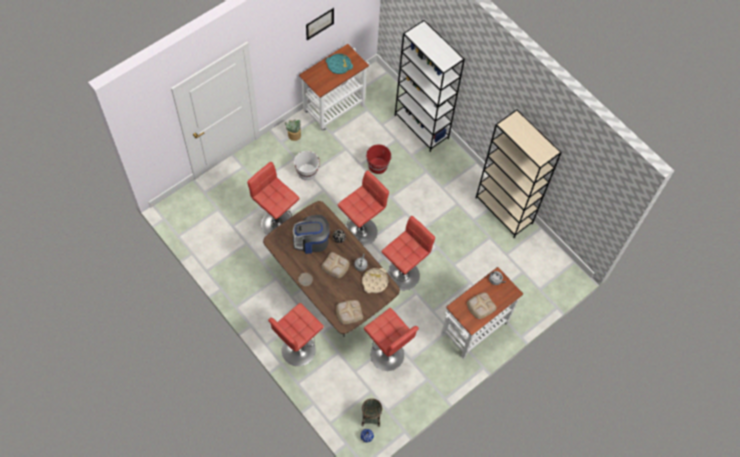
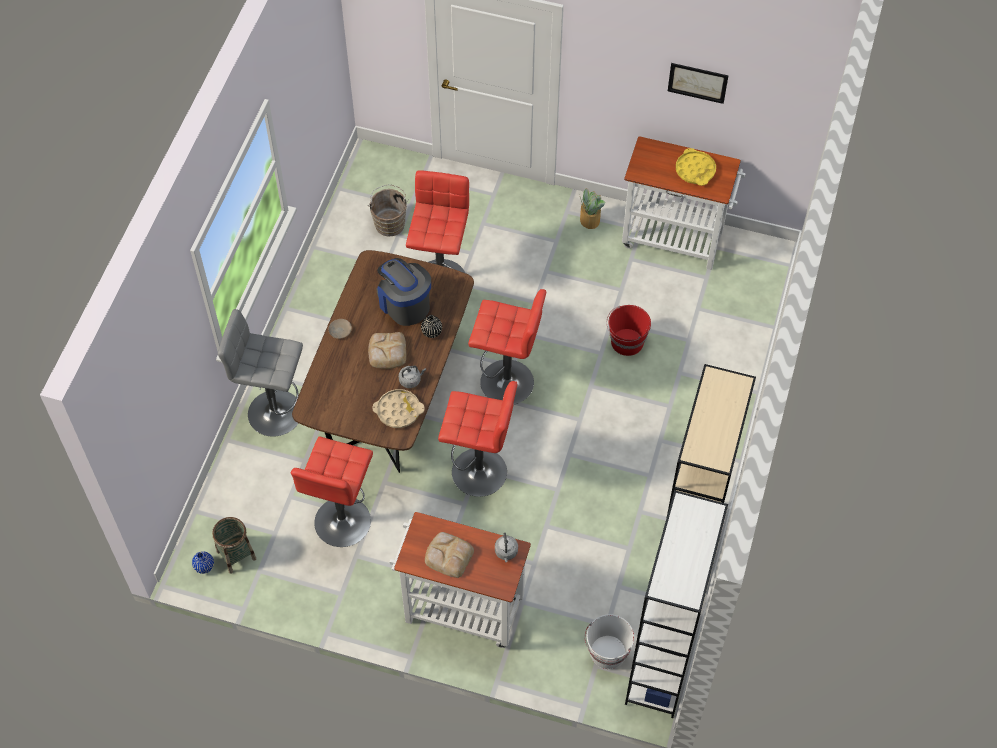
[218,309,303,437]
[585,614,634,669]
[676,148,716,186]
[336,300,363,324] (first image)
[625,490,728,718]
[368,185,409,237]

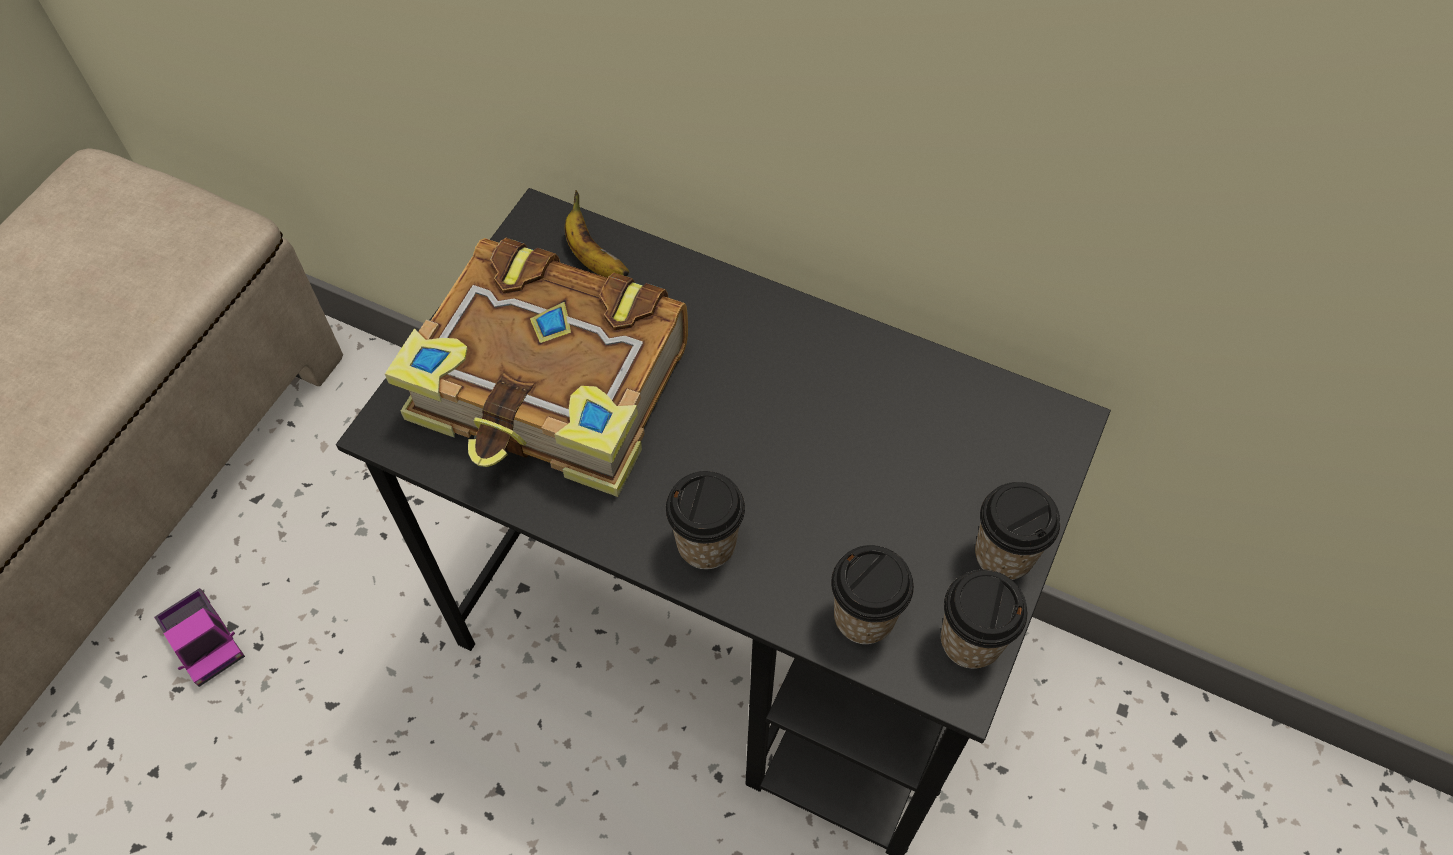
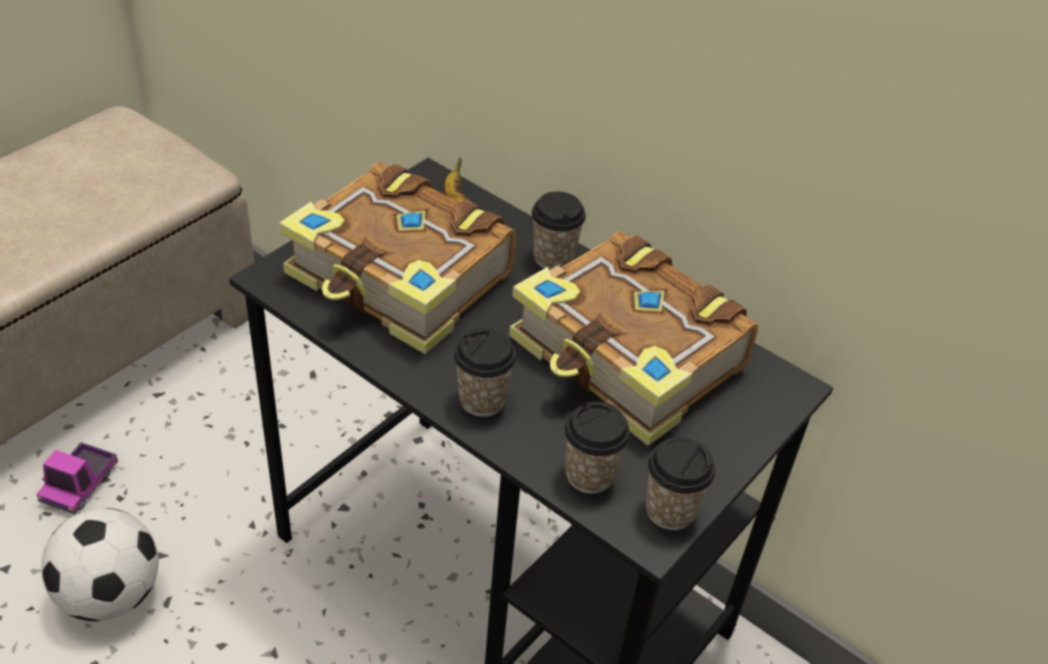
[36,442,118,514]
[532,191,586,270]
[41,508,159,621]
[509,231,758,446]

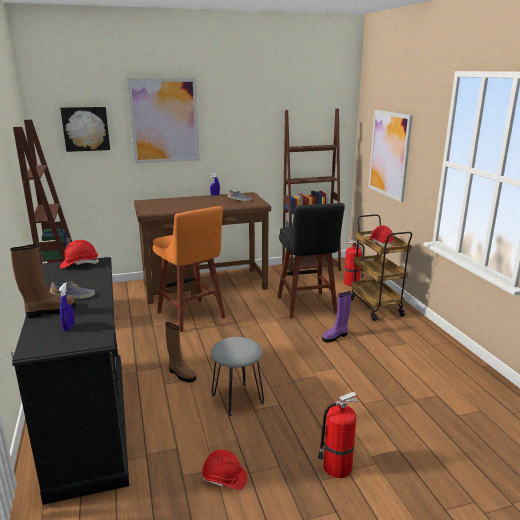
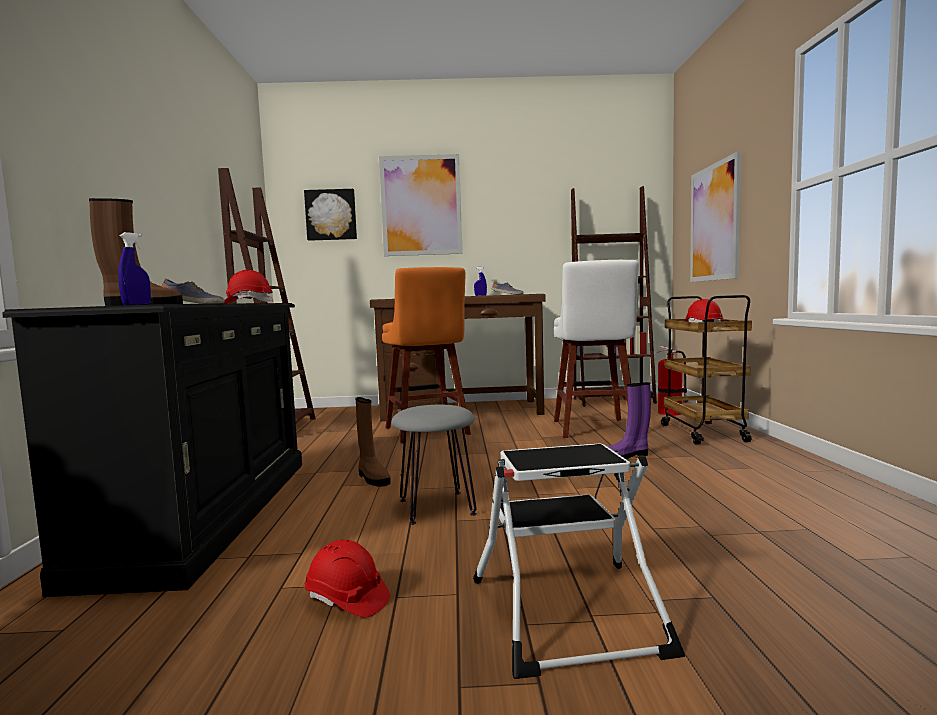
[554,260,639,438]
[473,444,685,679]

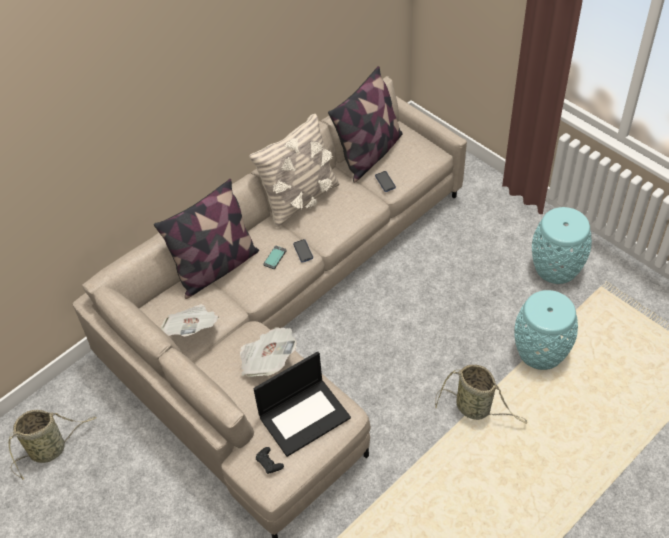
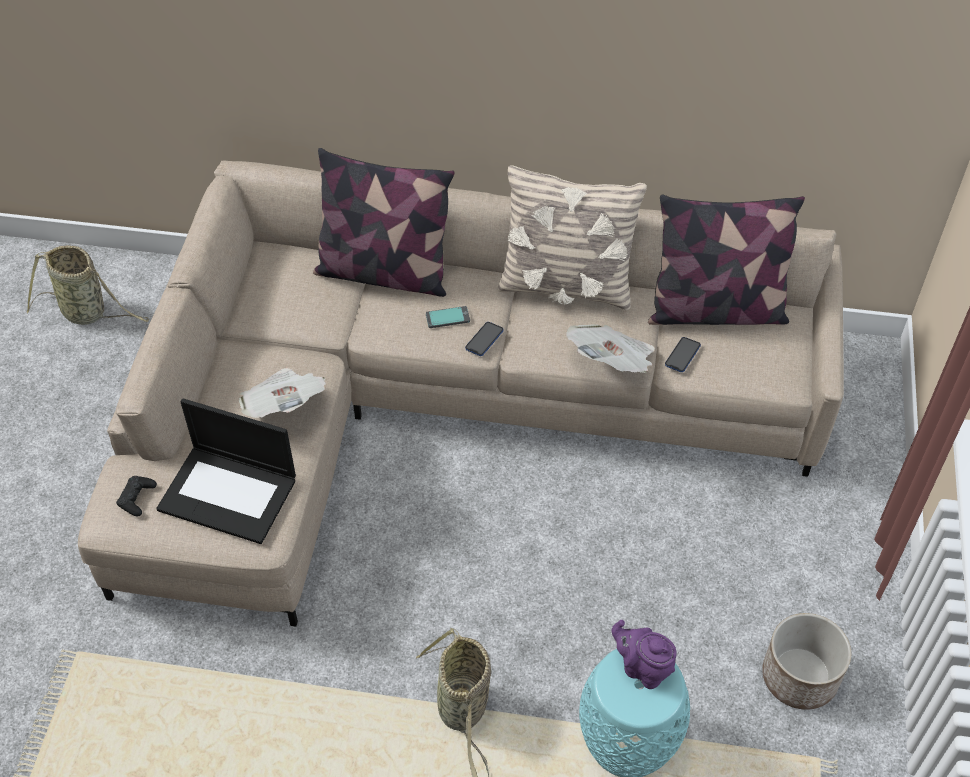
[566,324,655,373]
[762,613,851,710]
[612,620,677,689]

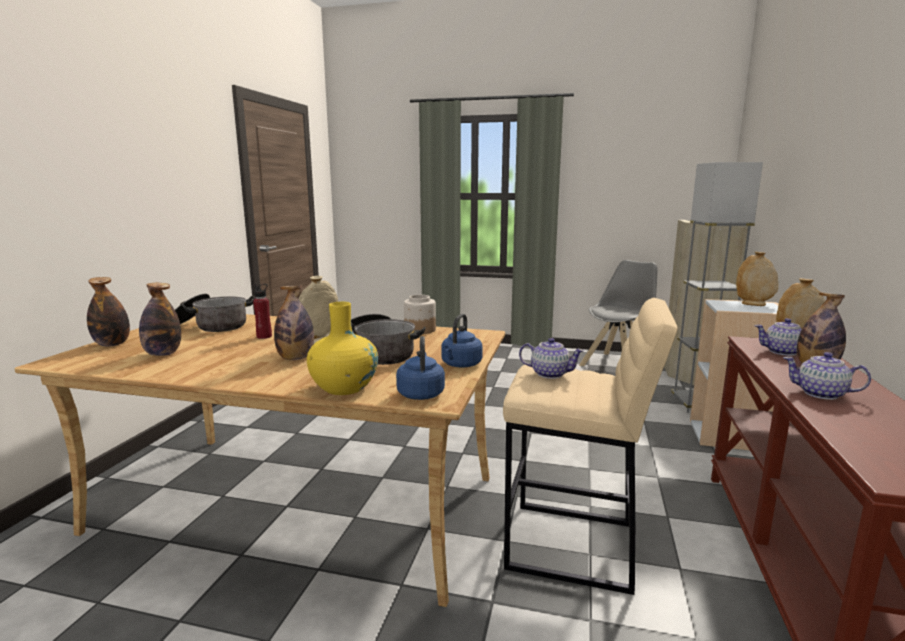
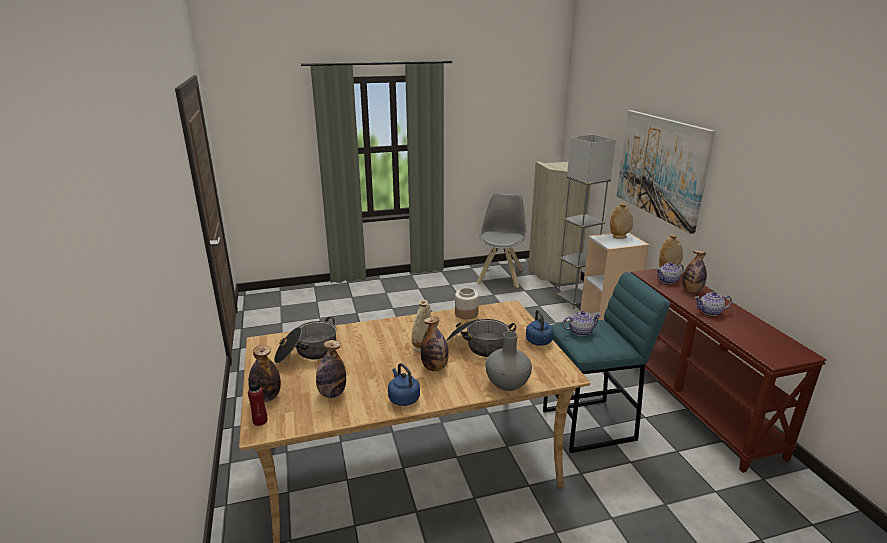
[248,376,268,426]
[486,331,532,391]
[388,363,420,406]
[543,272,670,453]
[616,110,715,234]

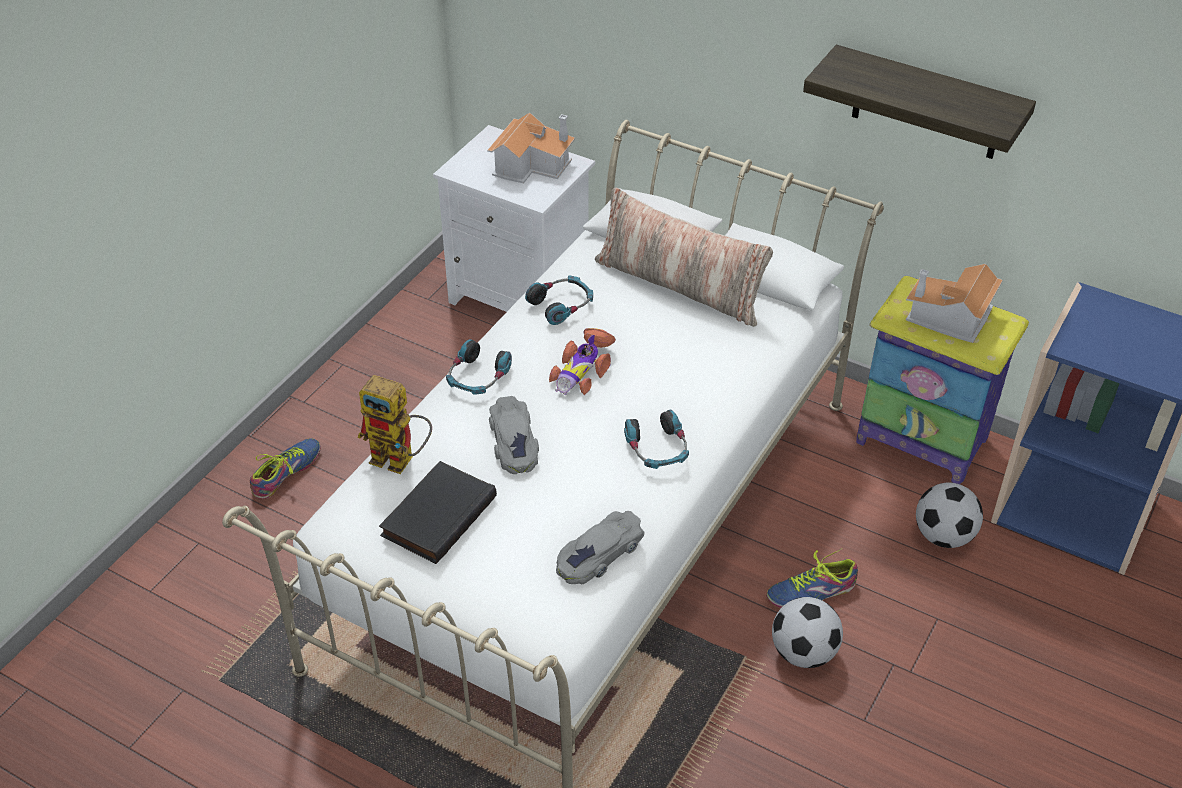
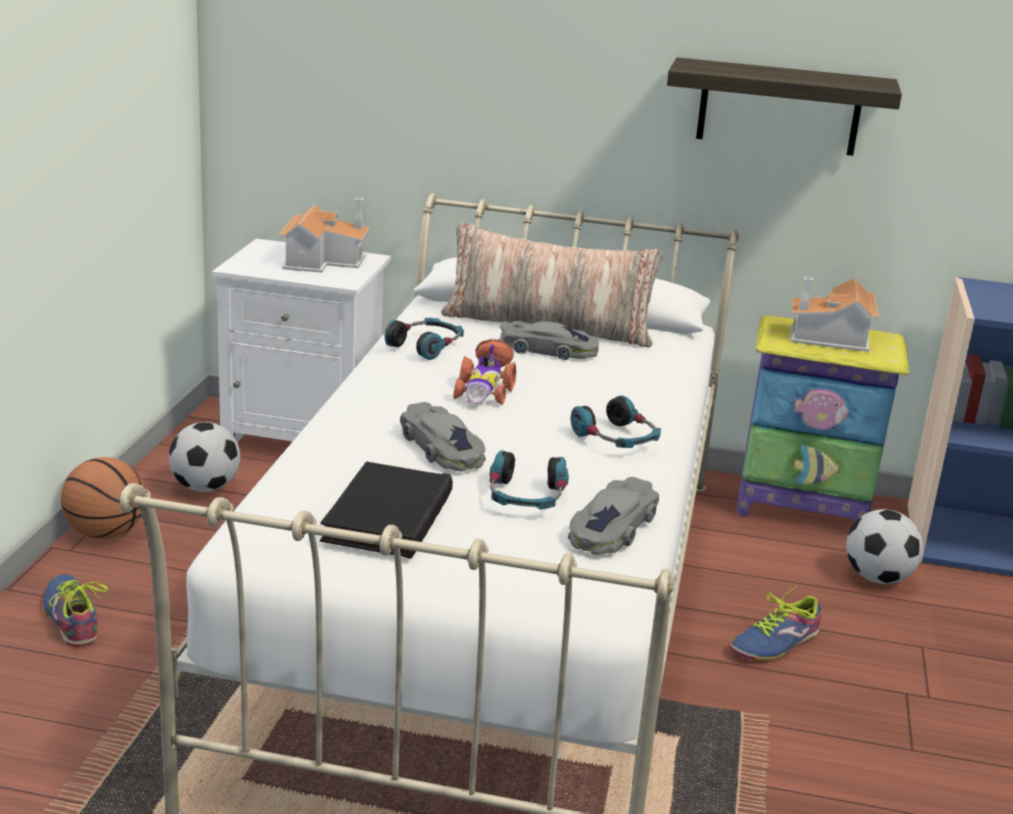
[43,574,108,647]
[358,375,432,474] (first image)
[490,450,569,510]
[169,422,240,492]
[61,457,145,539]
[499,321,599,360]

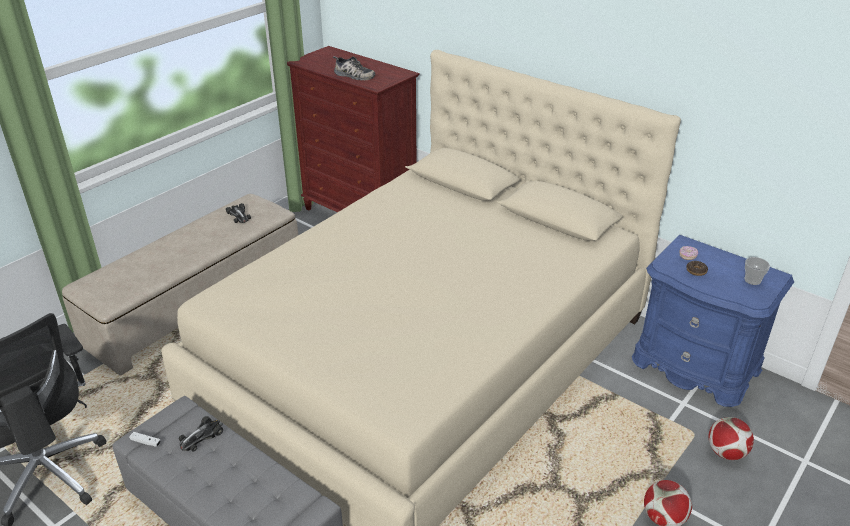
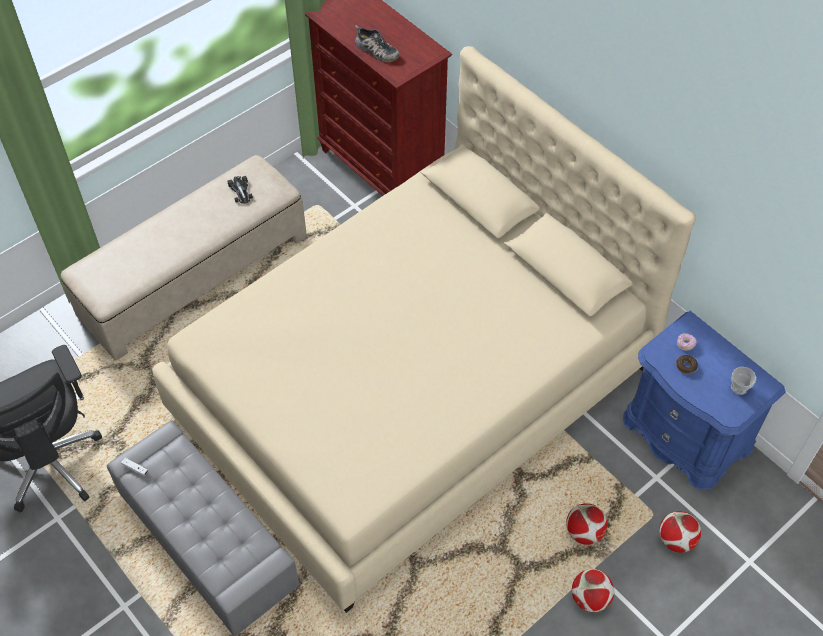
[179,416,223,451] (first image)
[566,503,607,545]

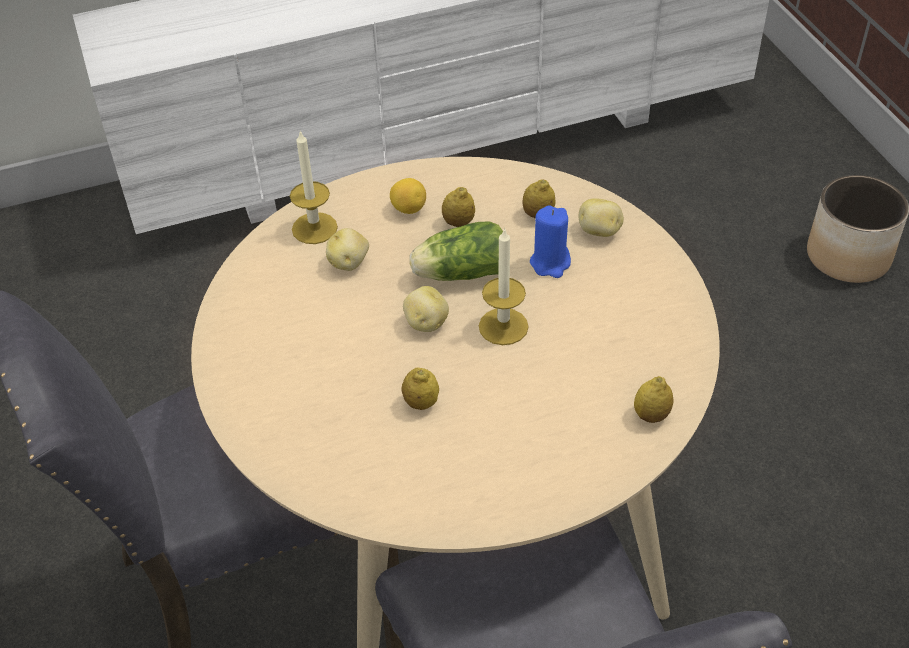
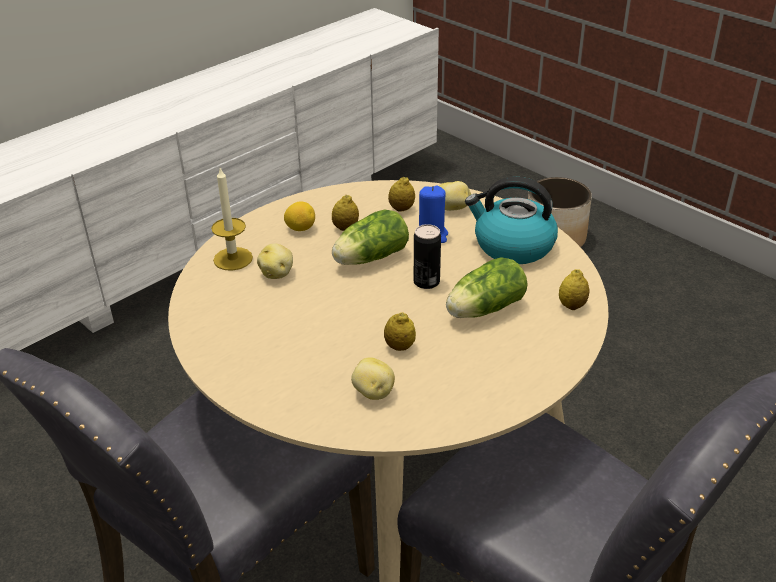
[351,357,395,400]
[414,224,441,289]
[446,257,528,318]
[465,176,558,264]

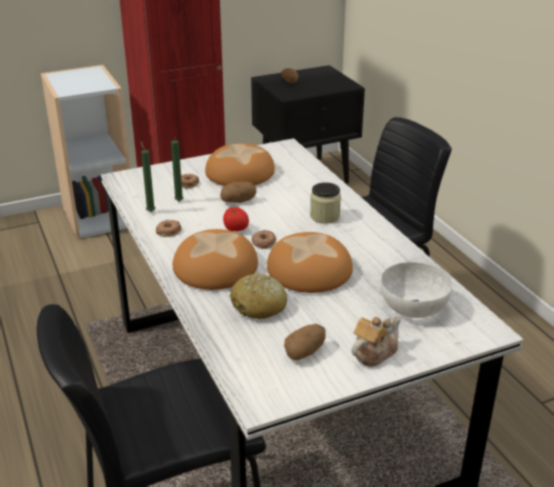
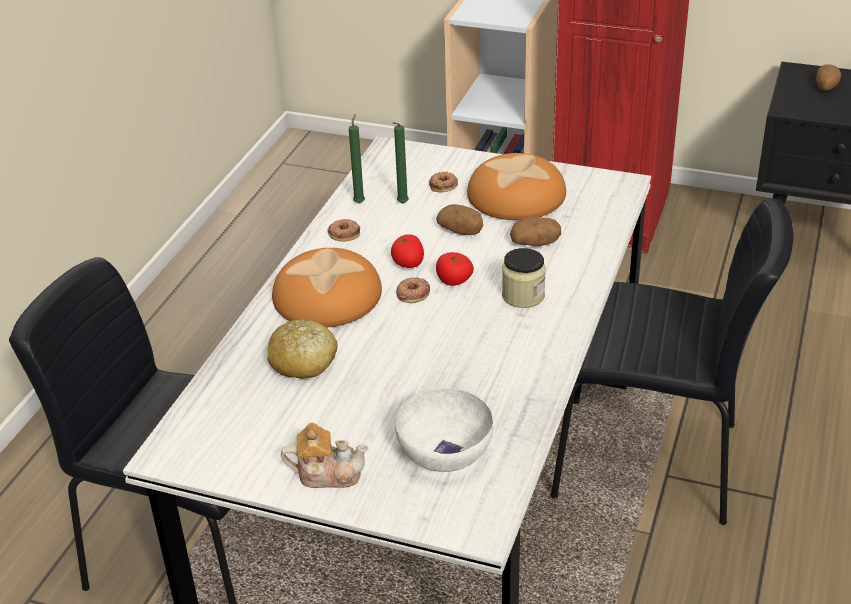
[267,232,353,293] (first image)
[510,217,561,246]
[436,252,474,286]

